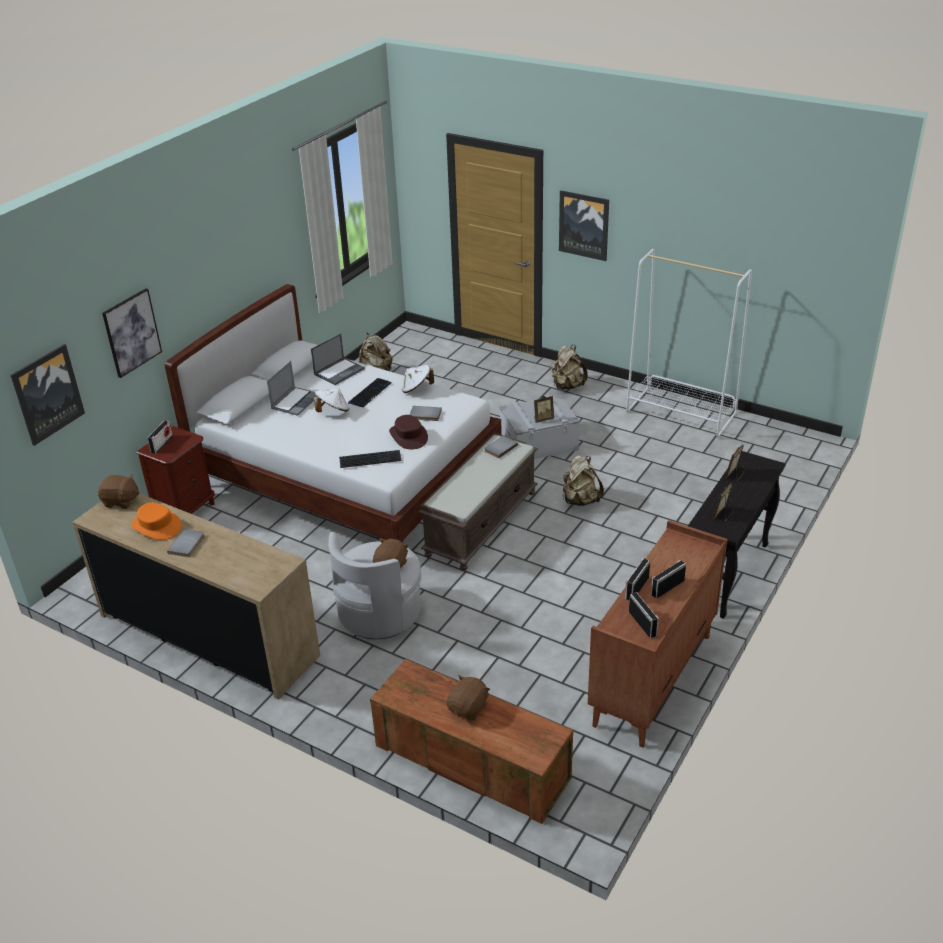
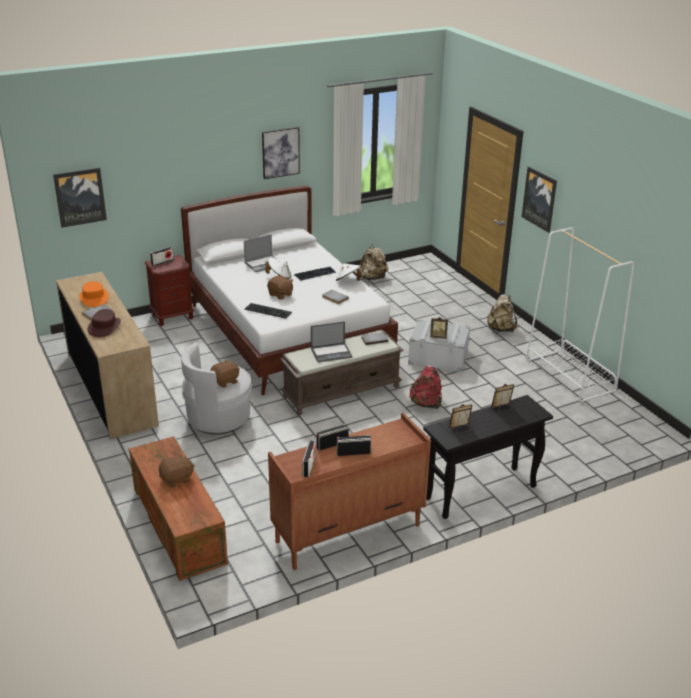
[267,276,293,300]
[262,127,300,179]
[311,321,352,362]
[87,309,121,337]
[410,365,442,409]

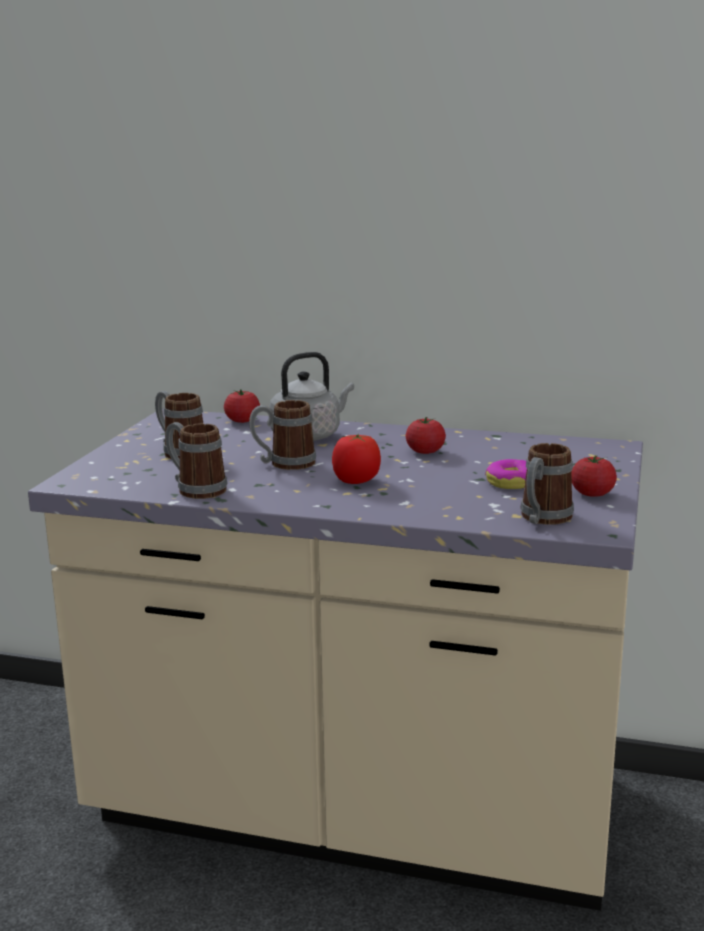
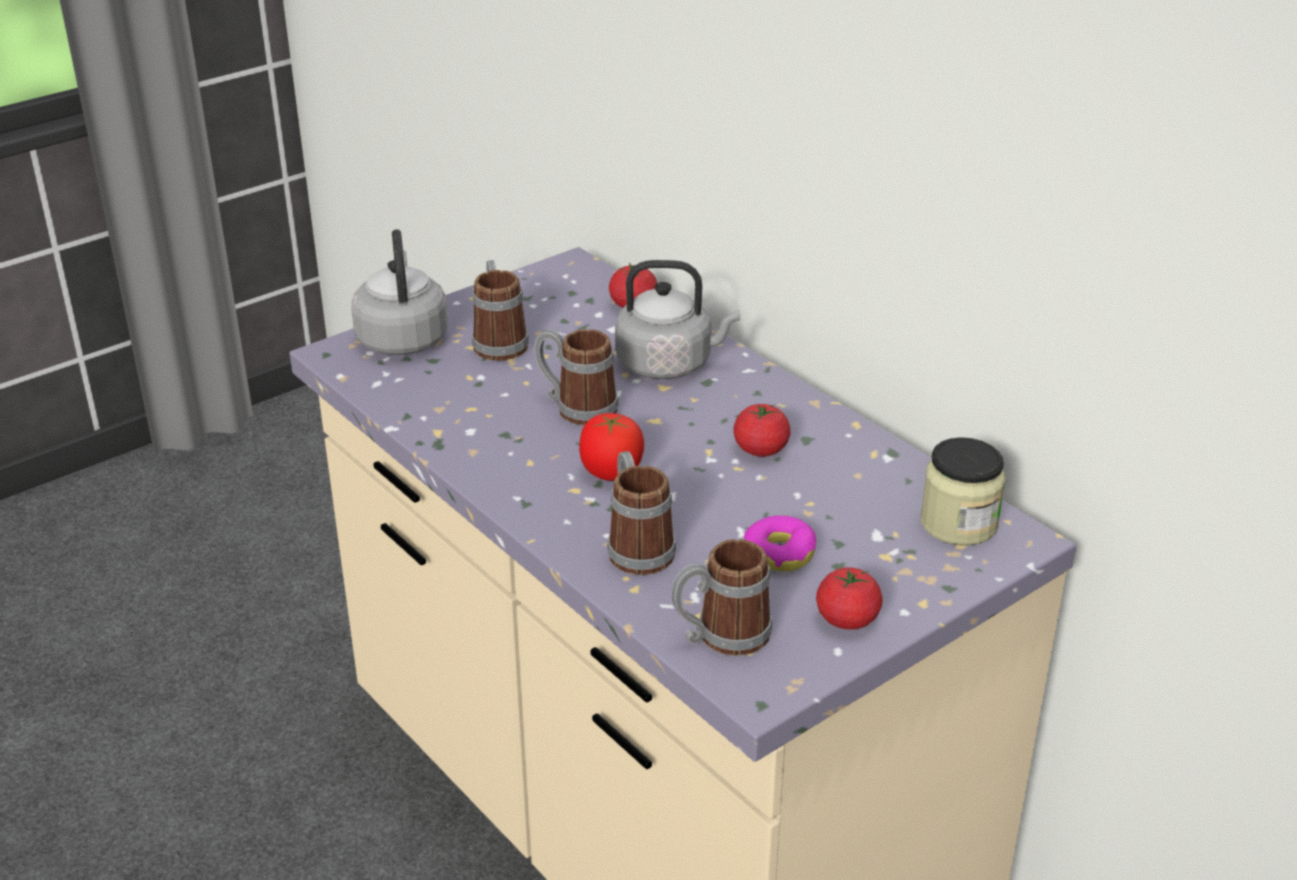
[607,451,676,575]
[351,229,448,355]
[921,437,1005,546]

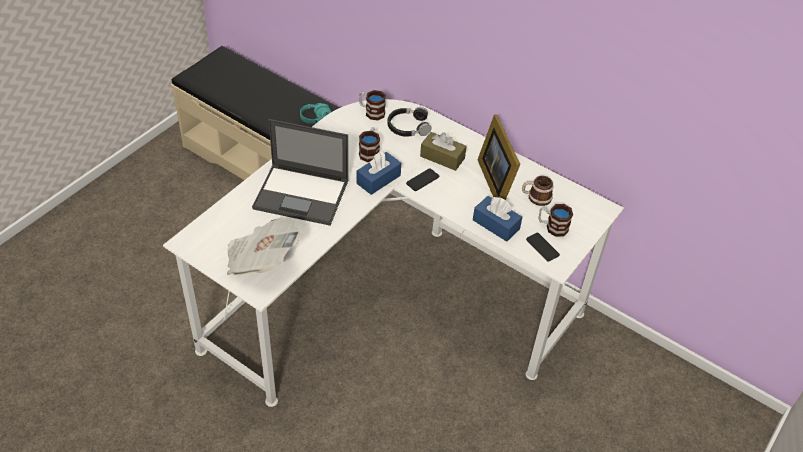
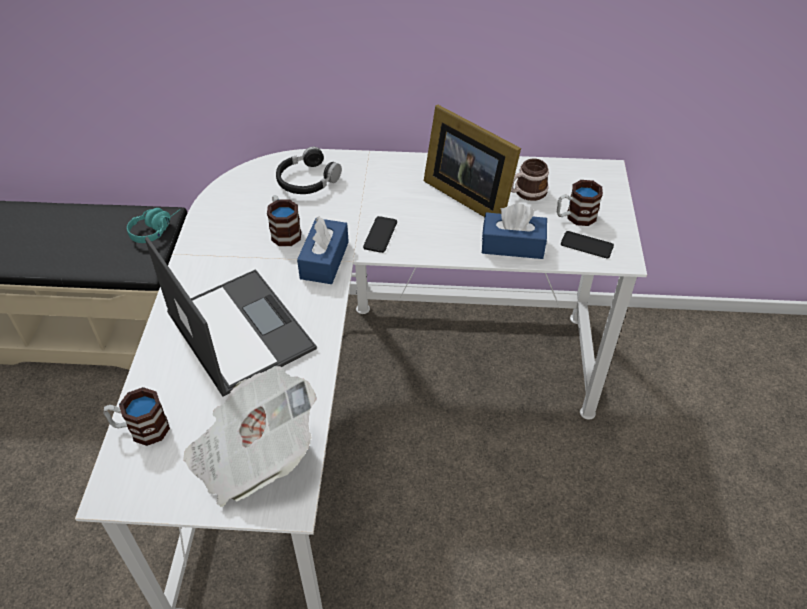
[145,237,317,397]
[103,387,170,446]
[420,132,467,171] (first image)

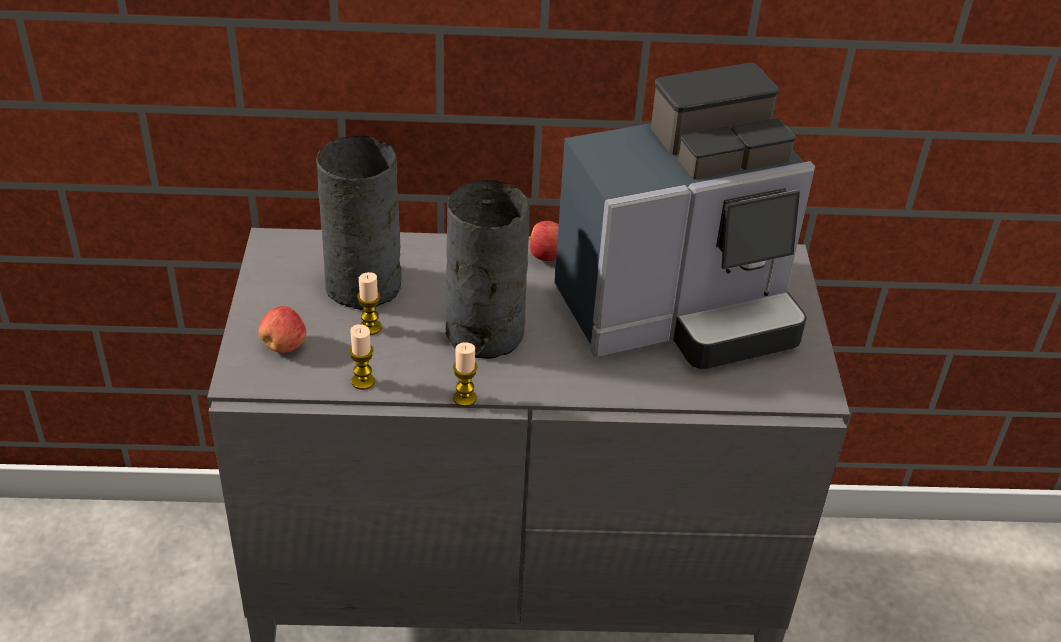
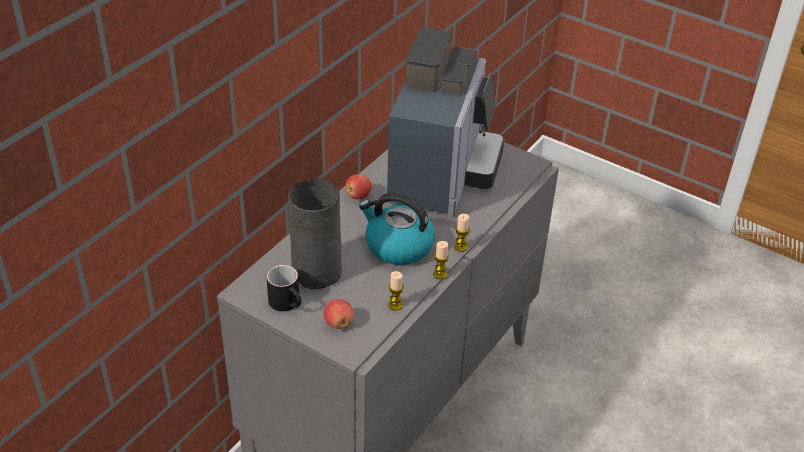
[454,214,469,252]
[359,192,435,265]
[266,265,301,311]

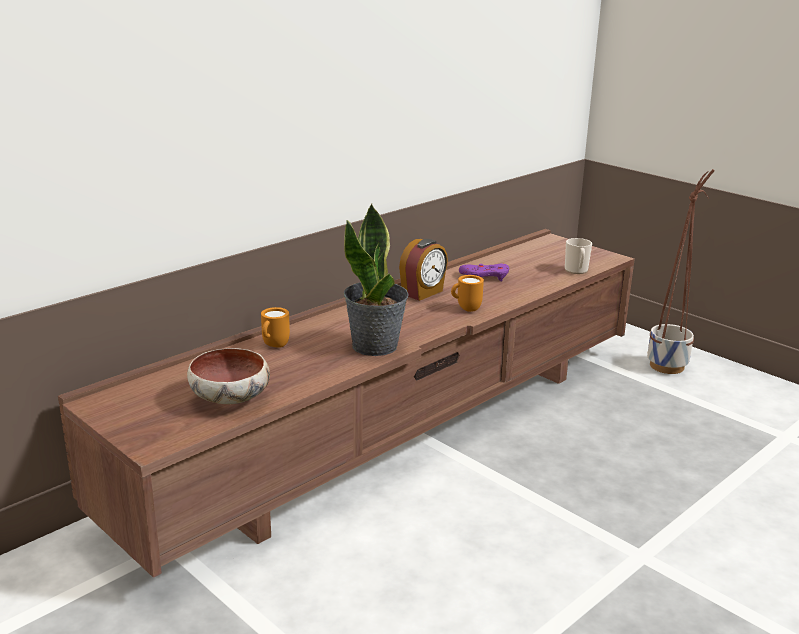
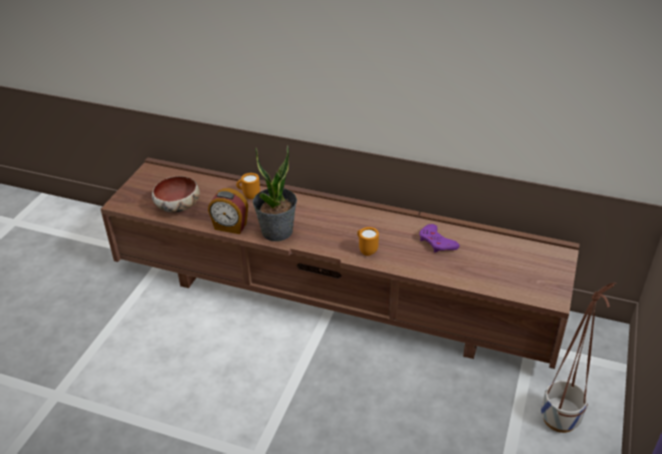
[208,188,248,234]
[565,238,592,274] (first image)

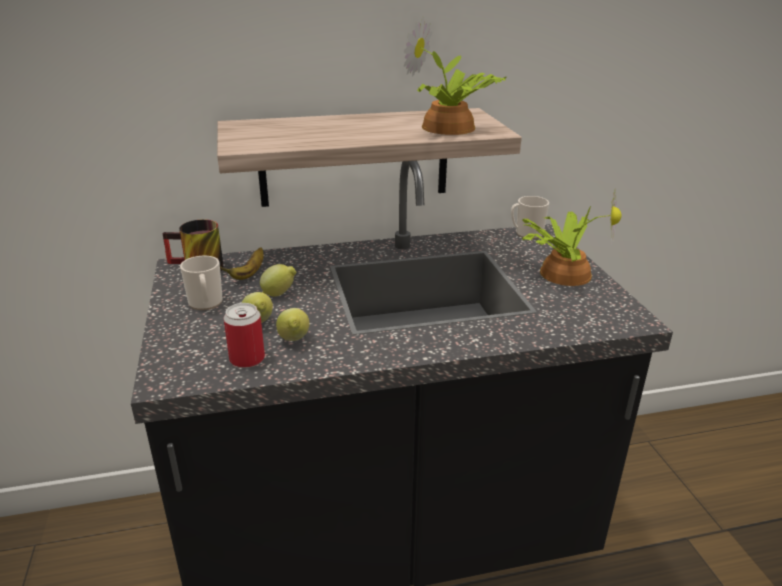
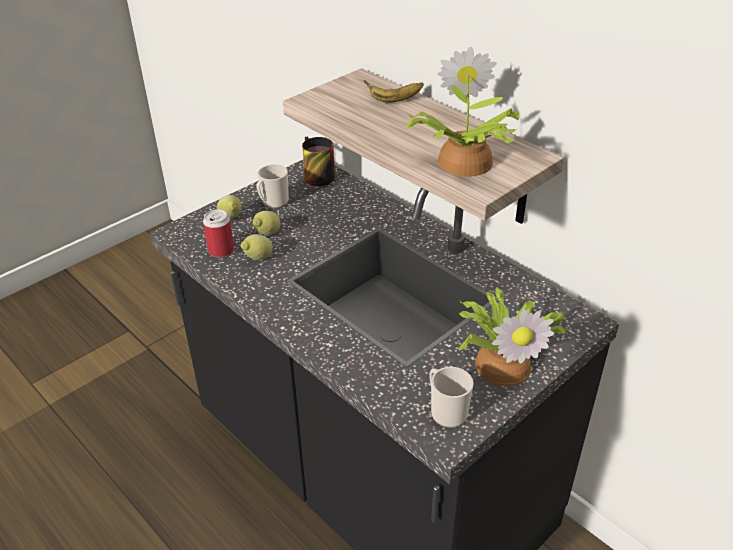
[364,80,424,102]
[217,195,242,219]
[430,367,474,428]

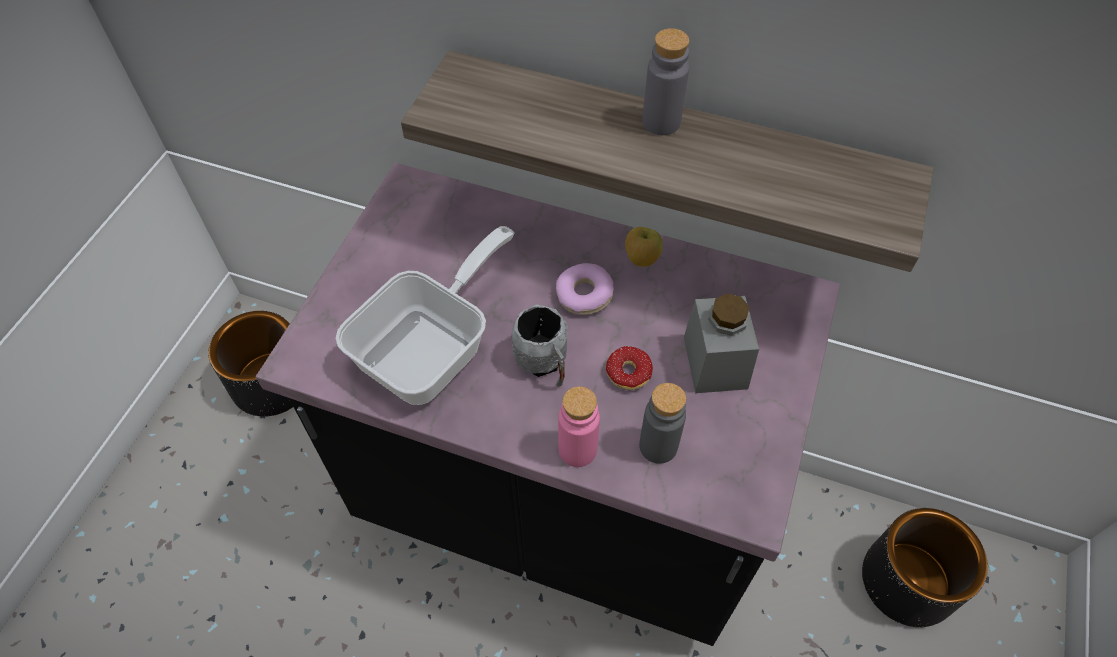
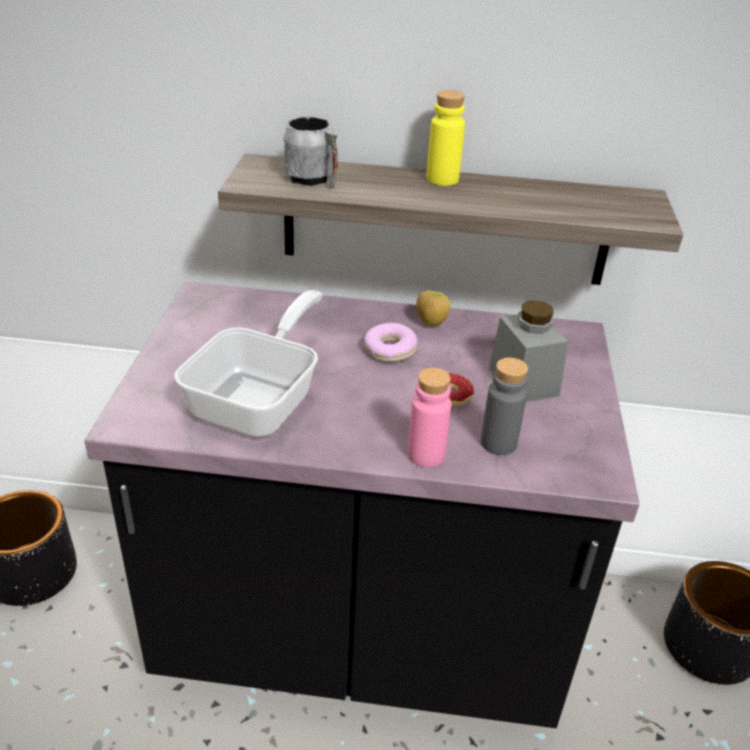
[283,117,338,189]
[426,90,465,186]

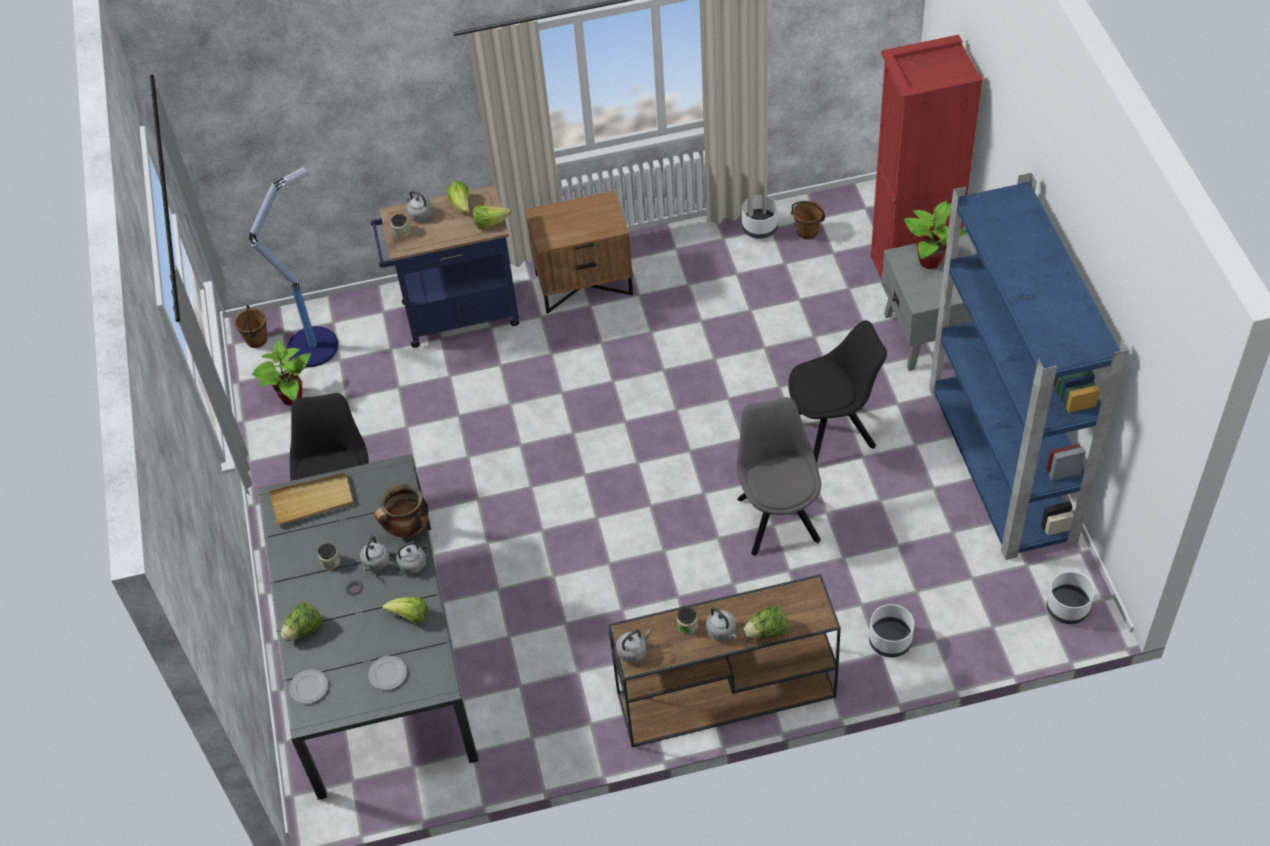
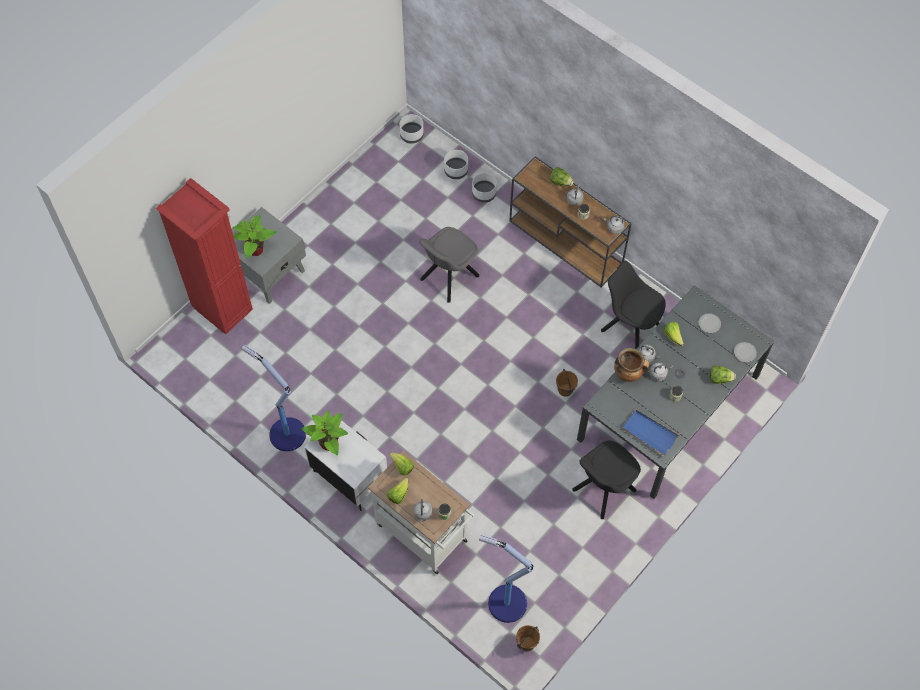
[301,410,348,455]
[622,410,679,456]
[368,451,474,574]
[305,420,387,511]
[444,150,468,179]
[601,261,666,349]
[556,369,578,397]
[929,172,1127,560] (first image)
[241,345,306,451]

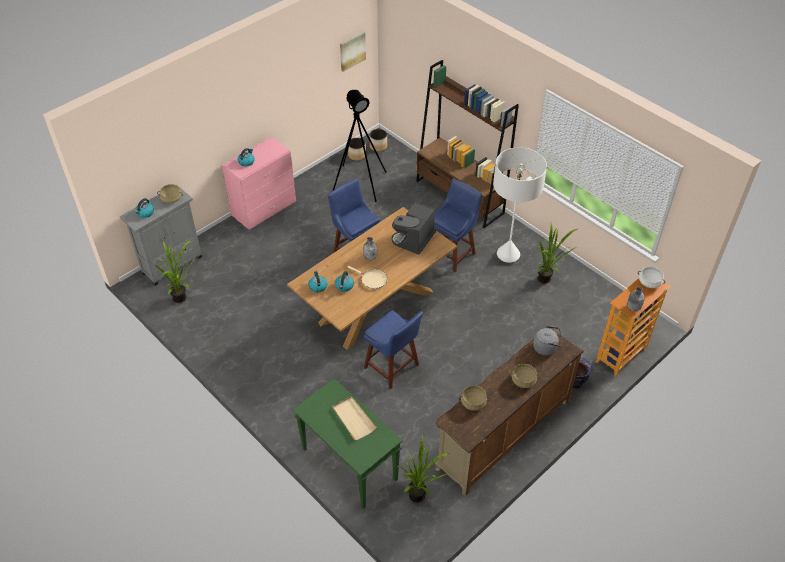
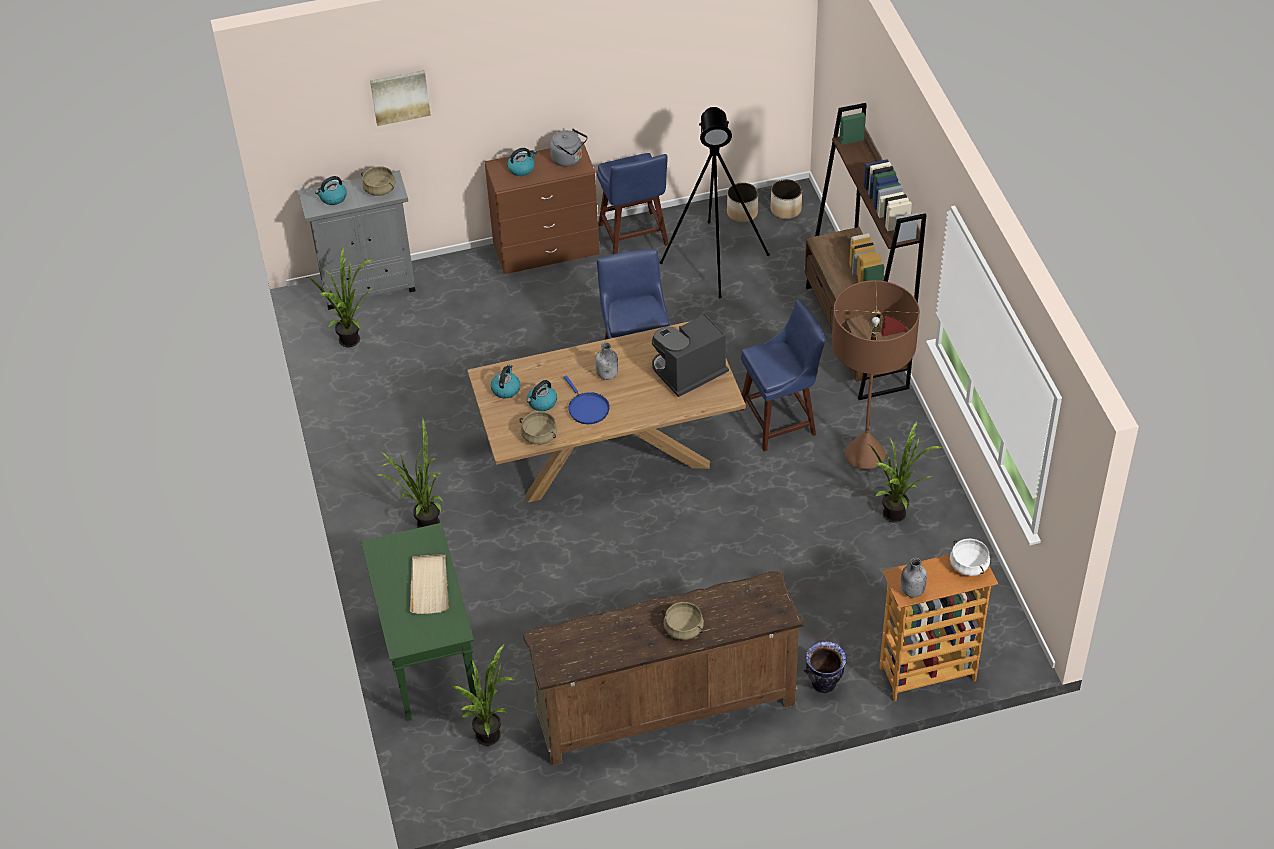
[485,141,600,274]
[370,70,431,126]
[564,375,610,424]
[597,153,669,254]
[520,411,557,445]
[832,280,920,469]
[550,129,588,167]
[378,417,443,528]

